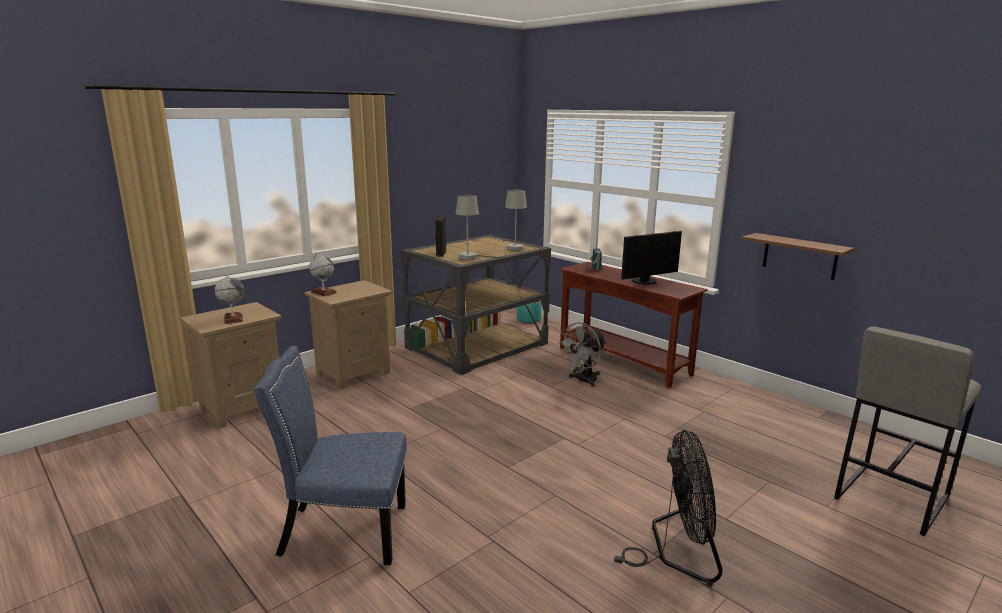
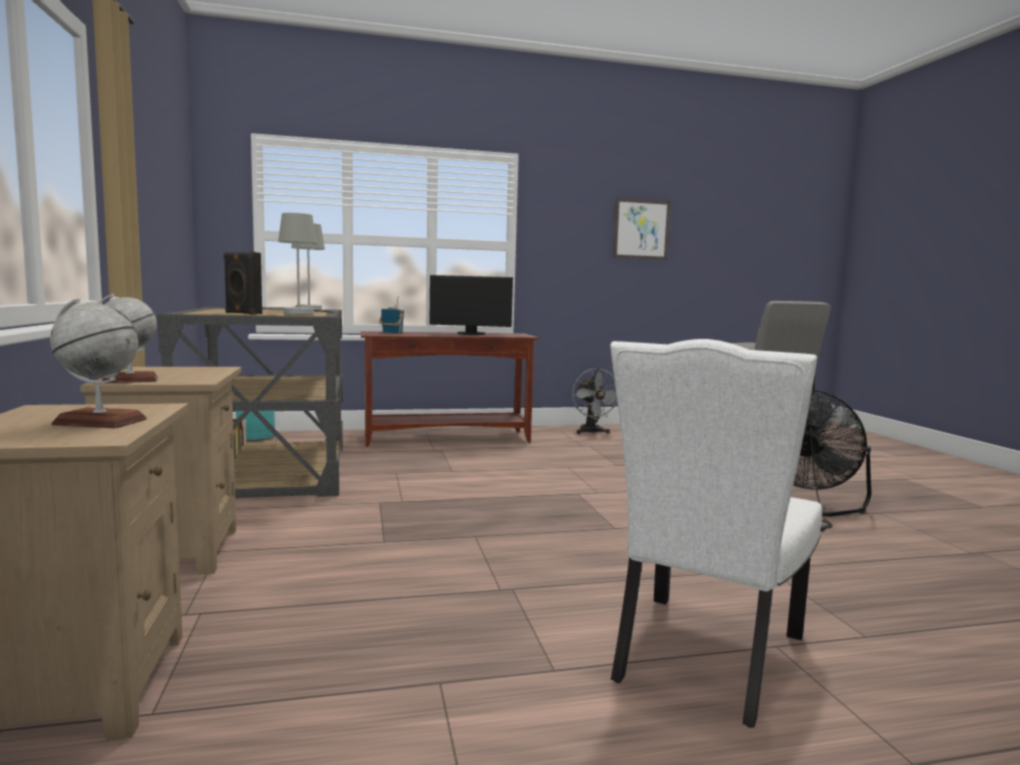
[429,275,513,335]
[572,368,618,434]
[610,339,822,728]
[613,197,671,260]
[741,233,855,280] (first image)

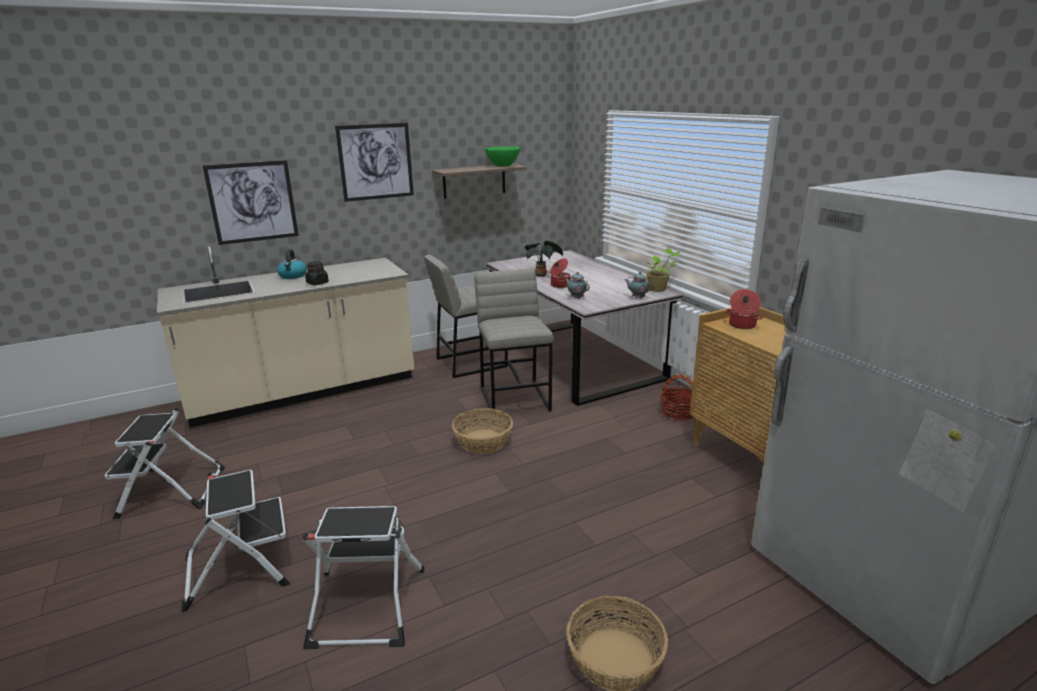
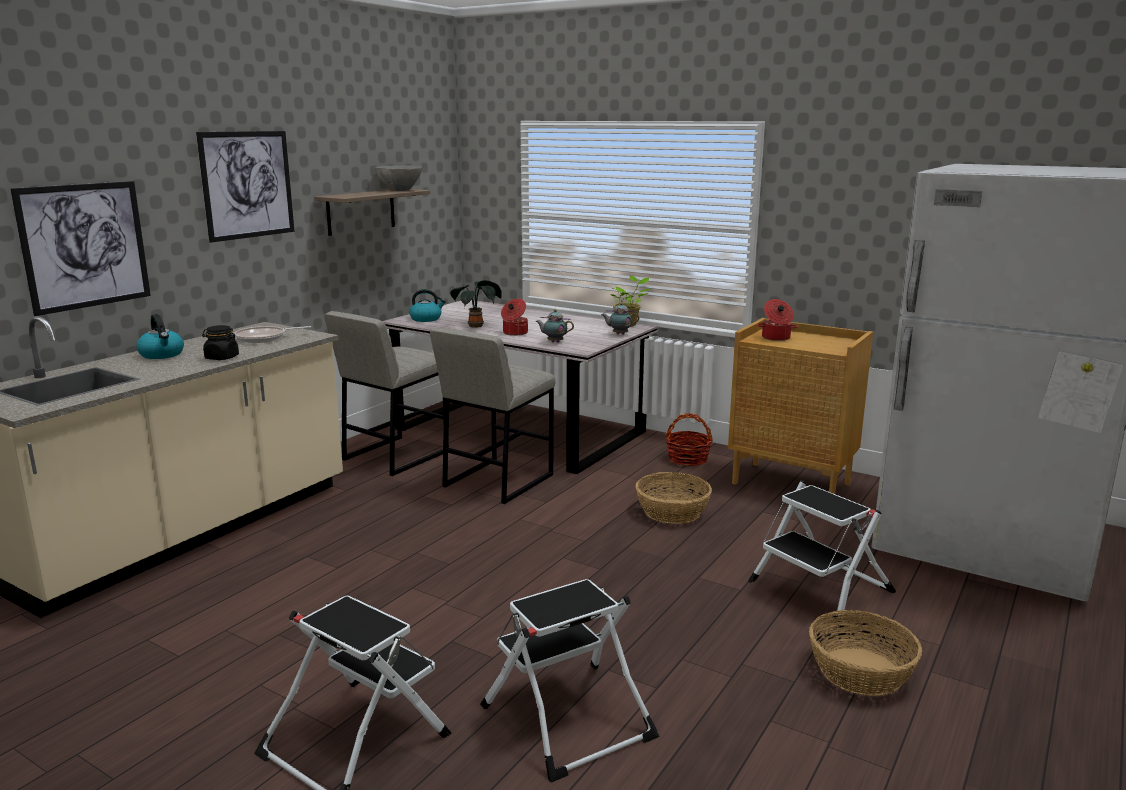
[234,326,312,343]
[375,166,422,191]
[409,289,446,322]
[430,327,555,504]
[636,472,712,524]
[748,480,896,626]

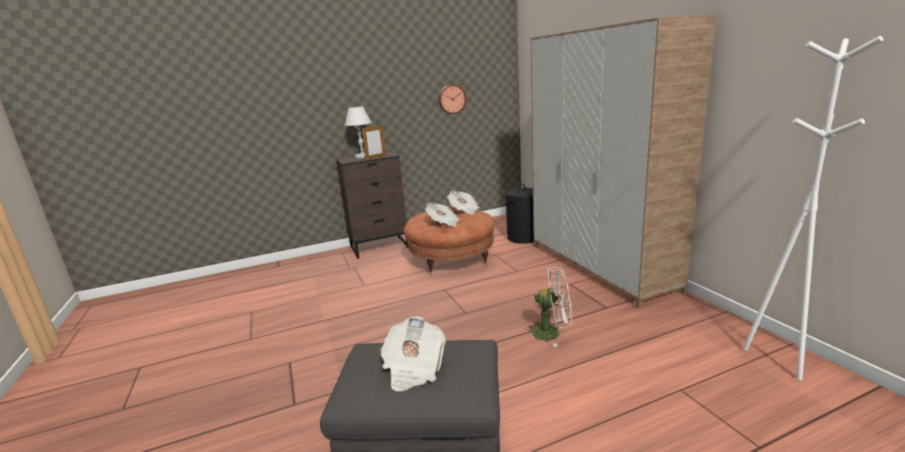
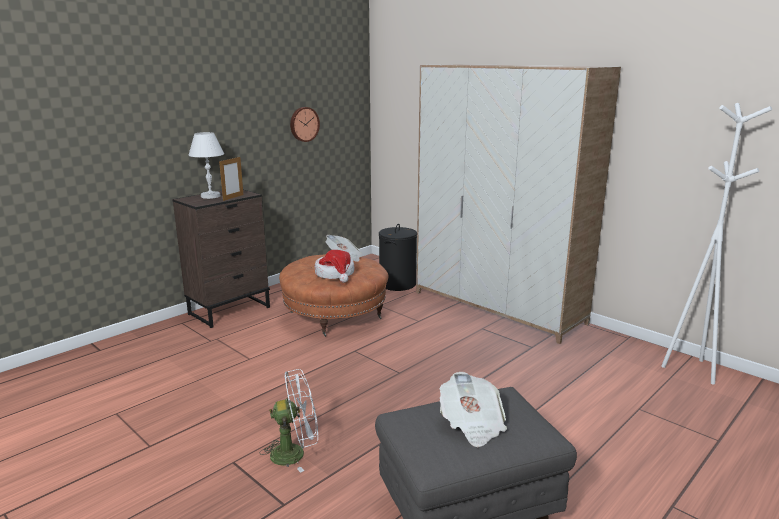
[260,369,318,473]
[315,250,355,283]

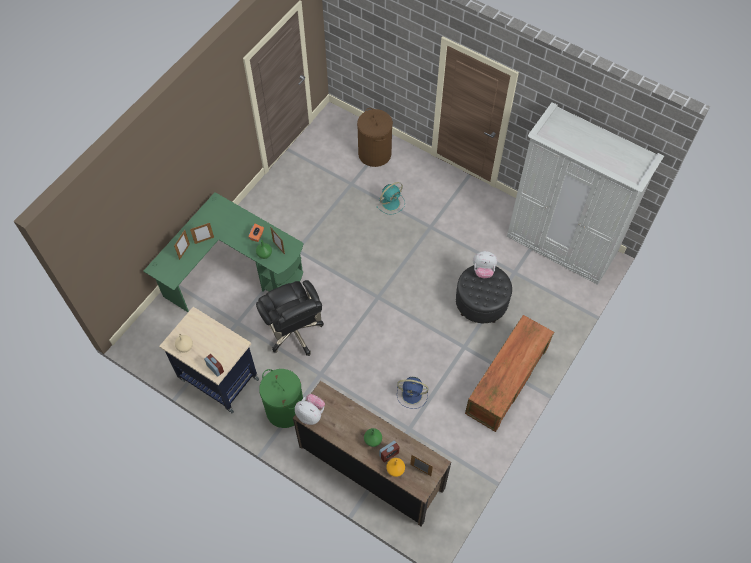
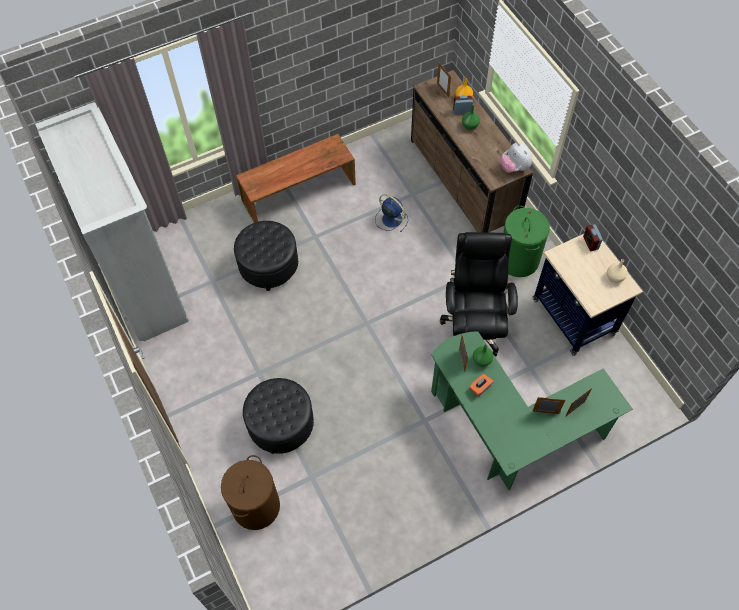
[243,378,314,454]
[473,251,497,278] (first image)

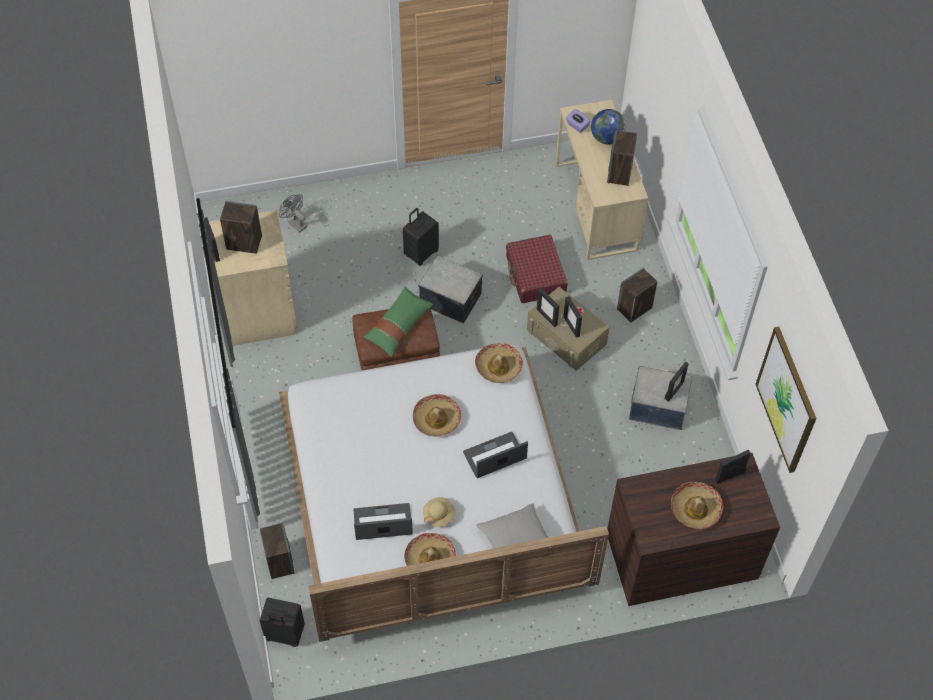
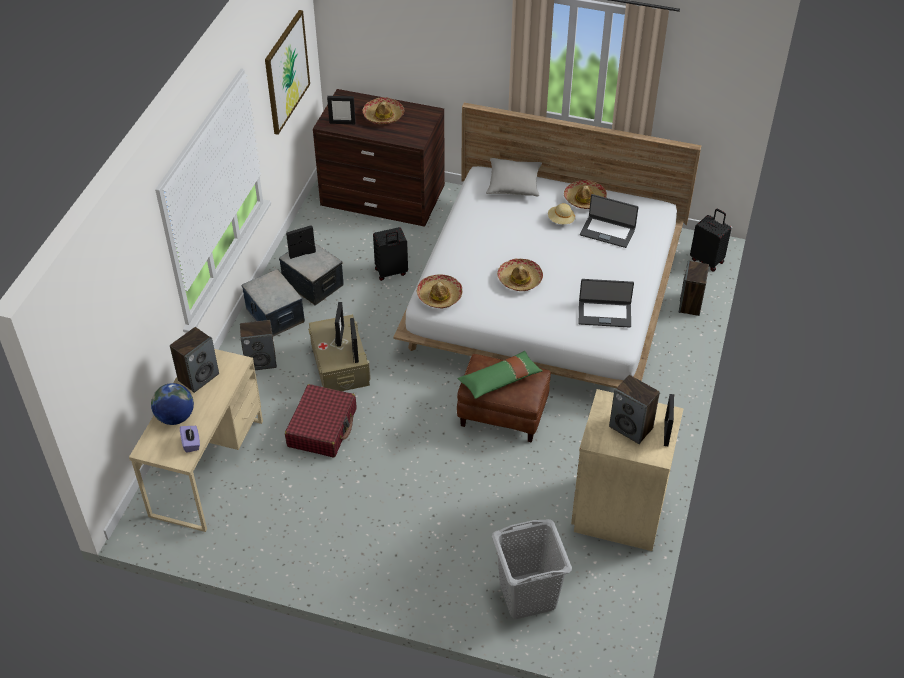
[241,269,305,337]
[373,227,408,281]
[492,519,572,619]
[579,279,634,328]

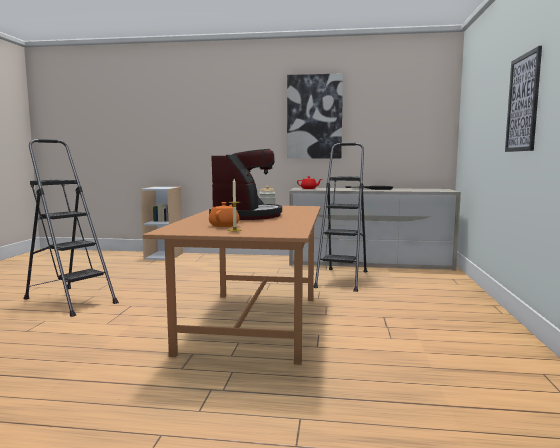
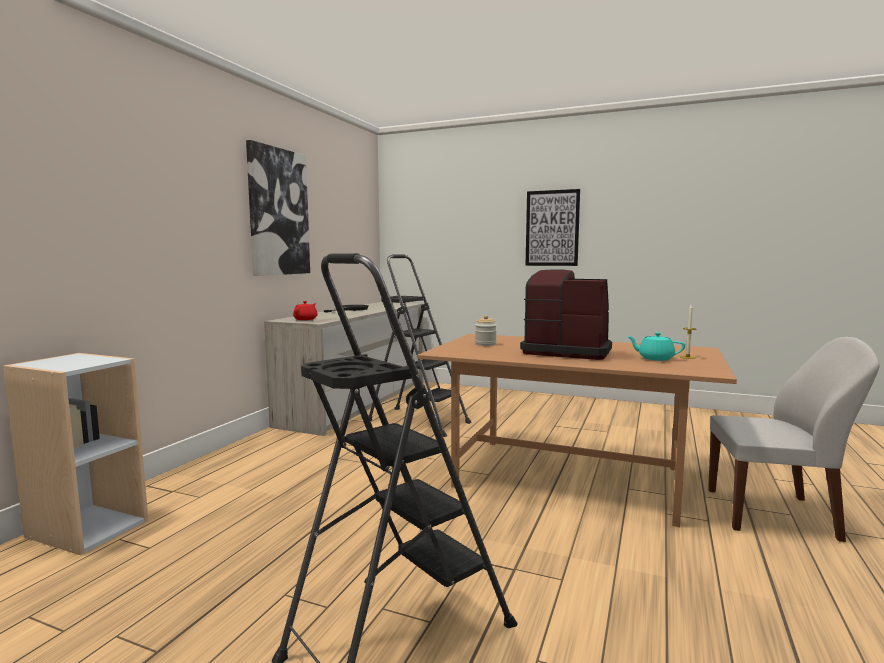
[627,332,685,361]
[708,337,880,542]

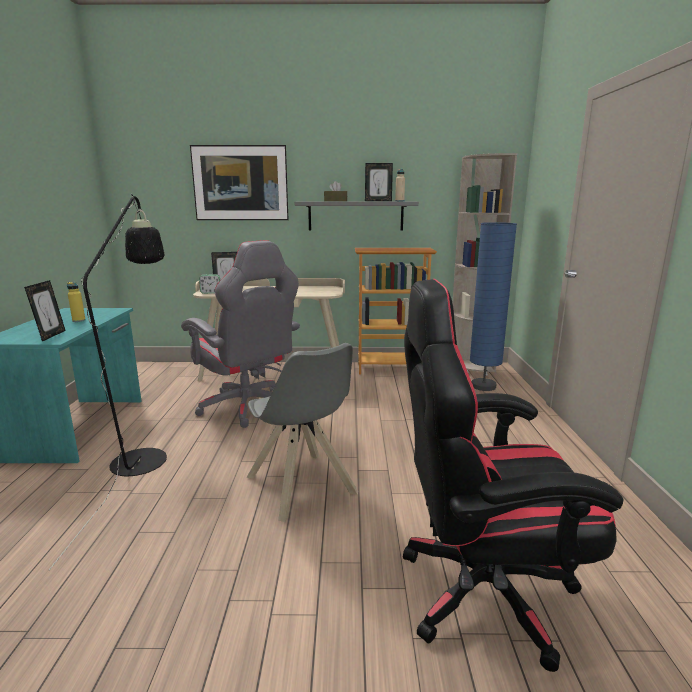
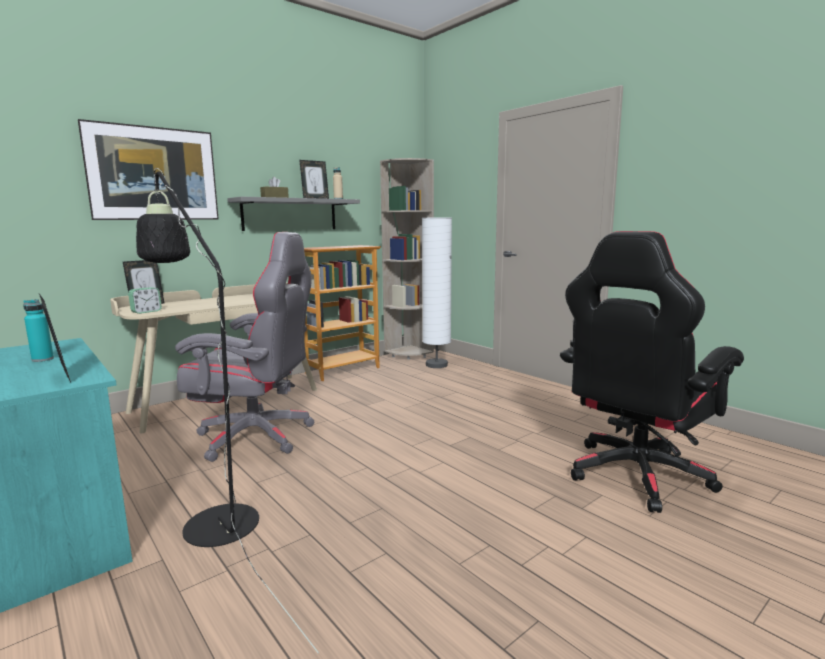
[23,299,54,362]
[422,217,452,368]
[246,343,358,522] (first image)

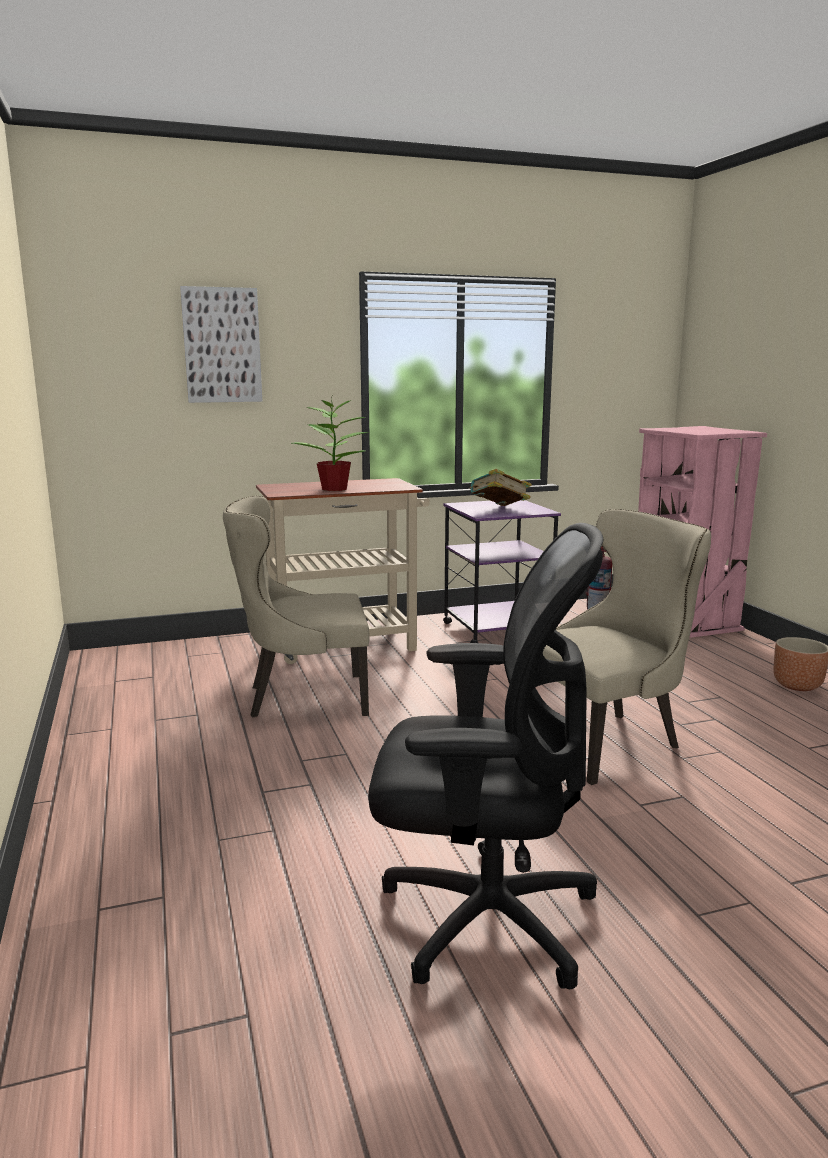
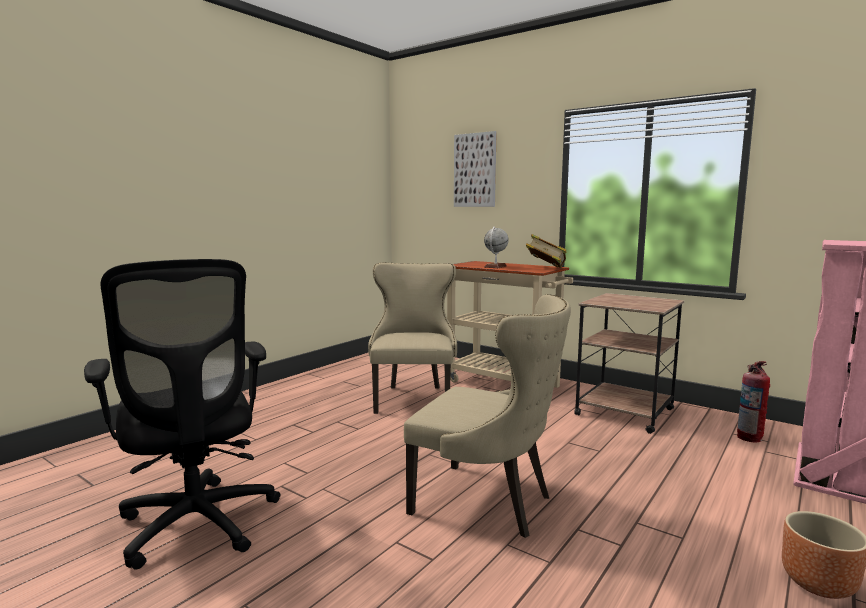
[368,263,457,414]
[484,227,509,268]
[526,234,566,268]
[574,293,684,434]

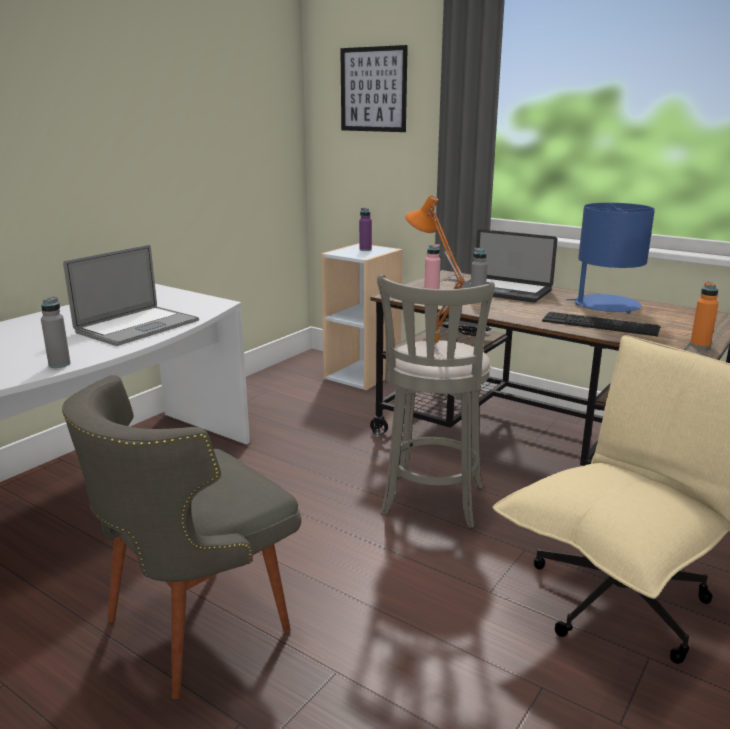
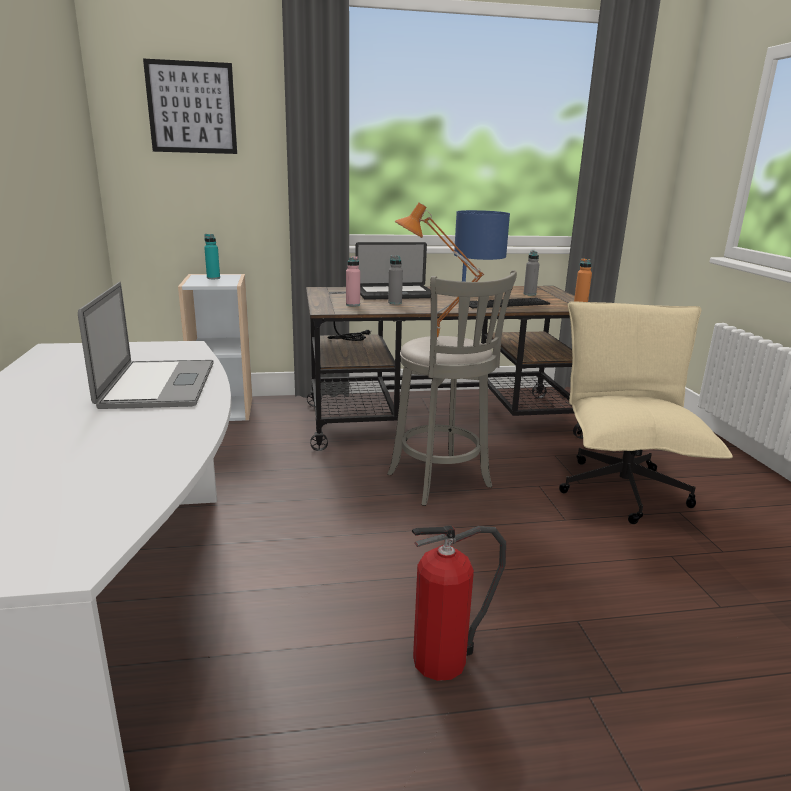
[204,234,220,279]
[412,526,506,681]
[523,250,539,296]

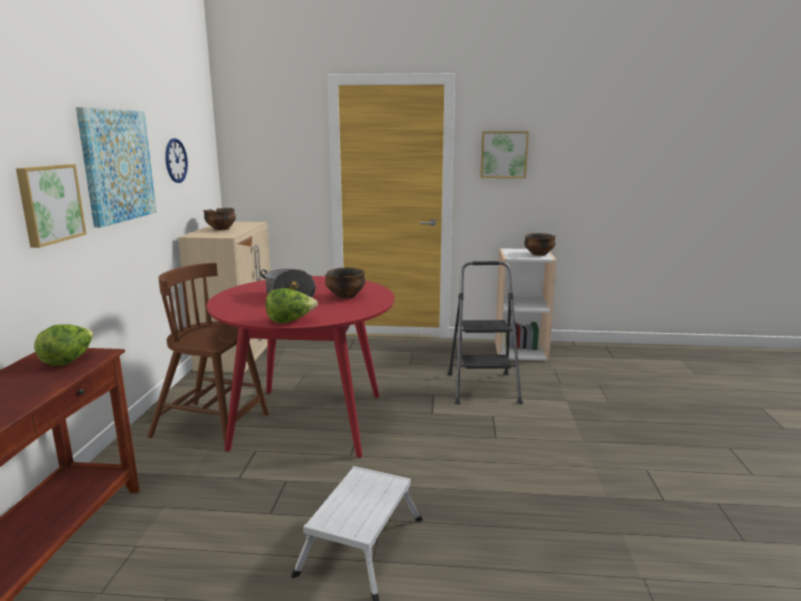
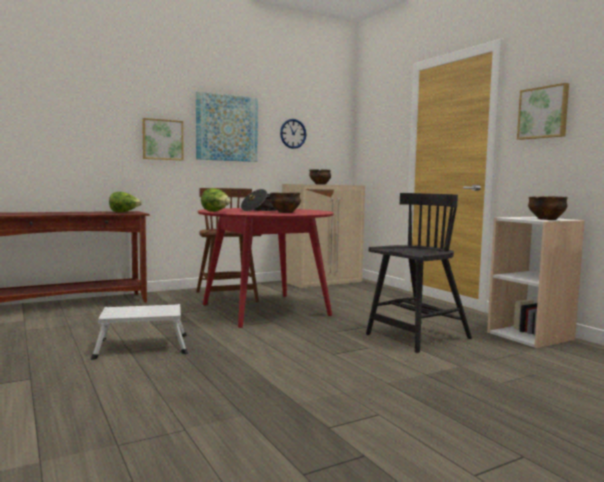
[366,193,472,353]

